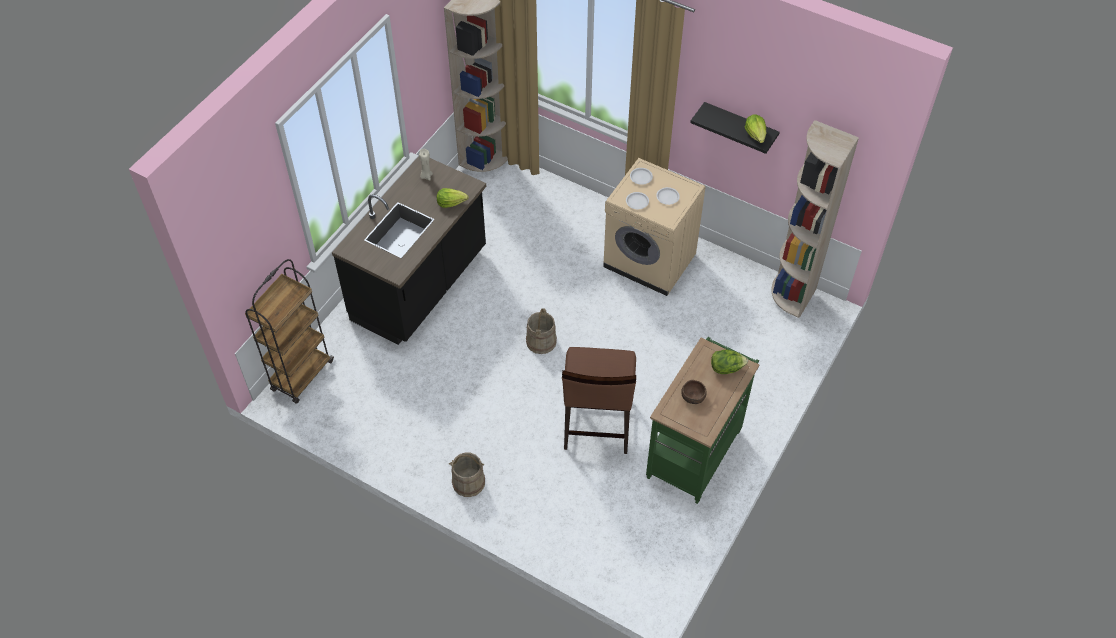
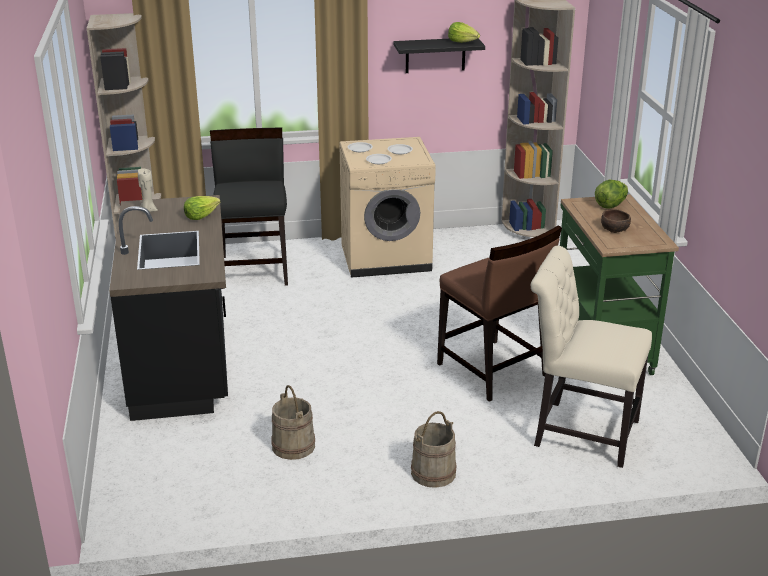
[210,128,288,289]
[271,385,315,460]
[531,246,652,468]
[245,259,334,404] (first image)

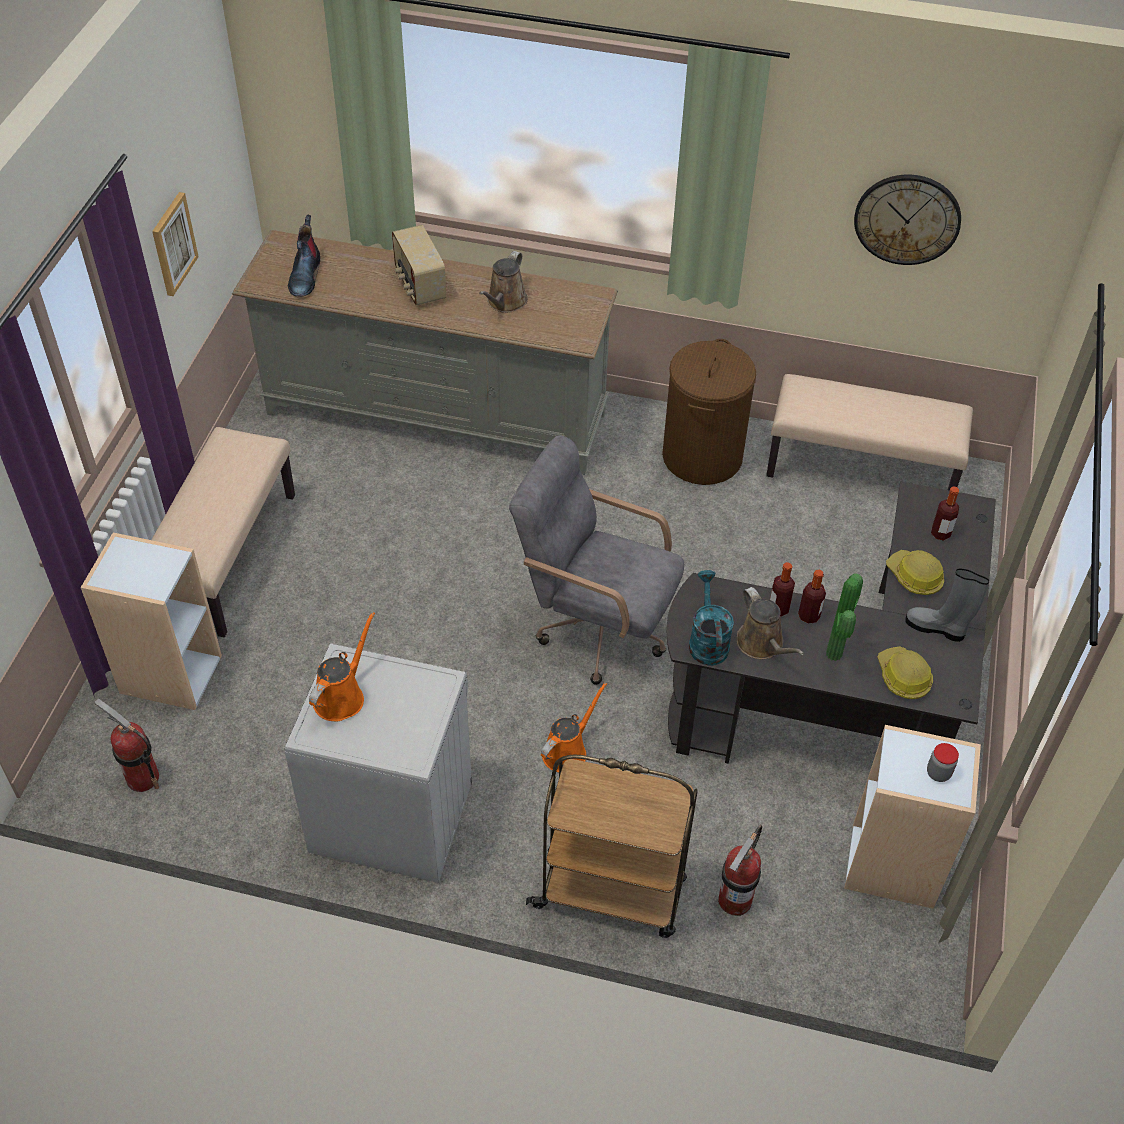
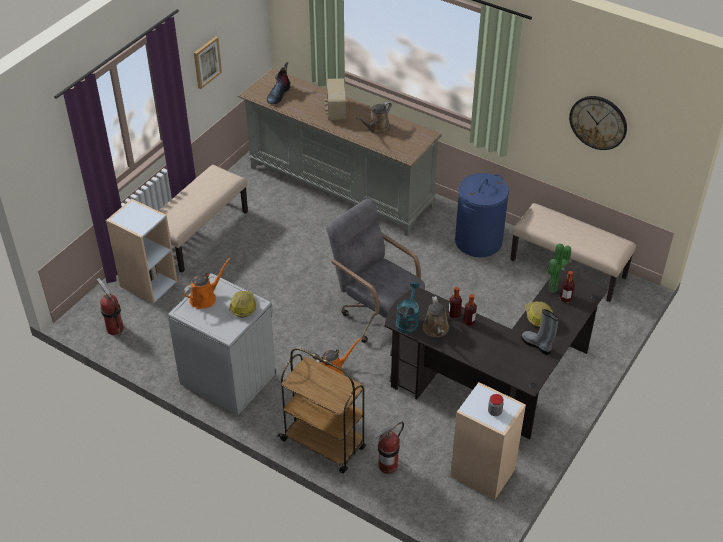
[229,291,256,318]
[455,173,509,257]
[548,244,571,293]

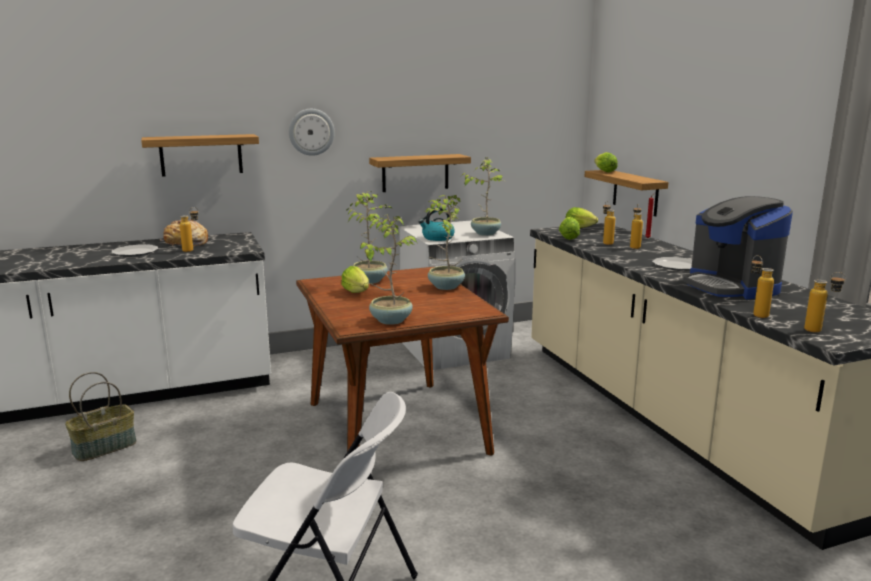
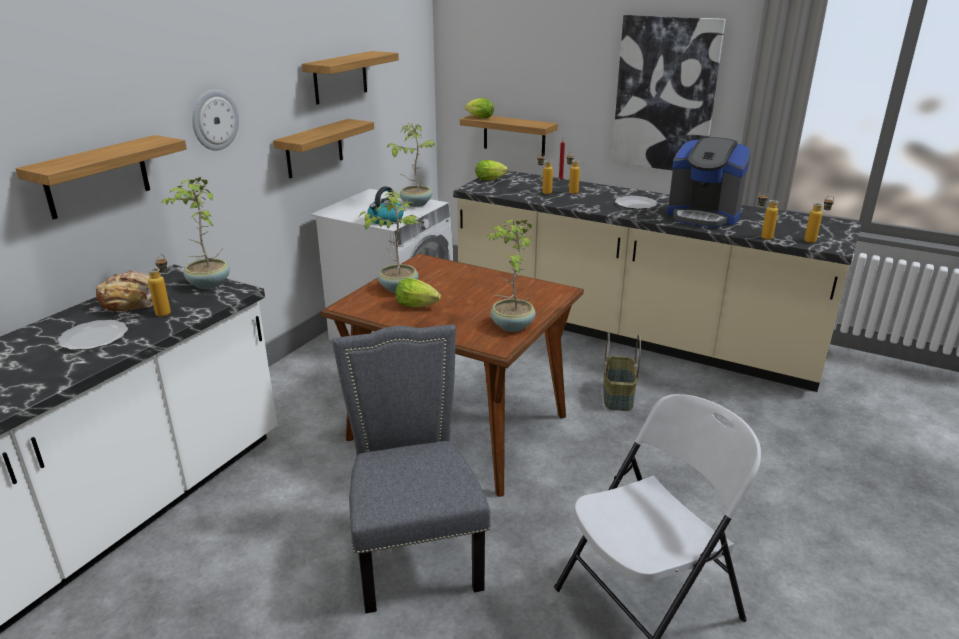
[161,177,230,289]
[302,51,399,105]
[332,324,490,613]
[603,332,641,411]
[611,15,726,171]
[559,217,580,240] (first image)

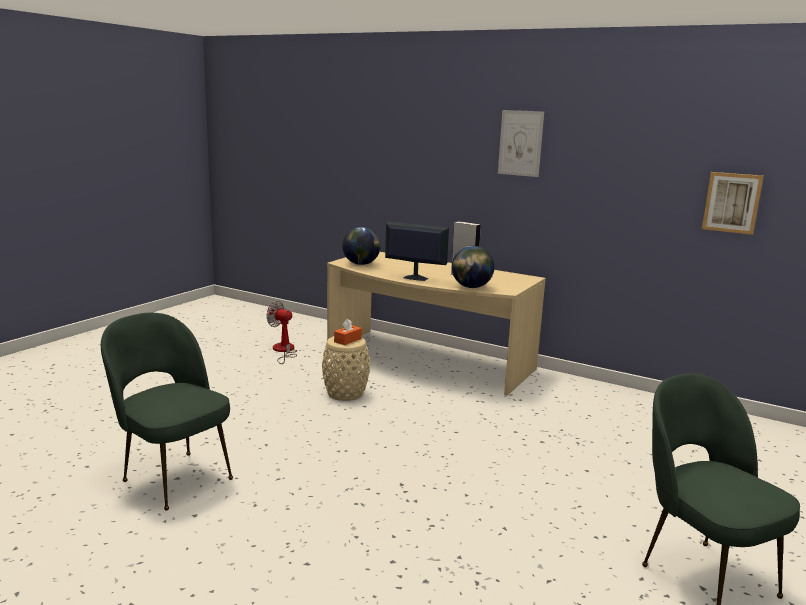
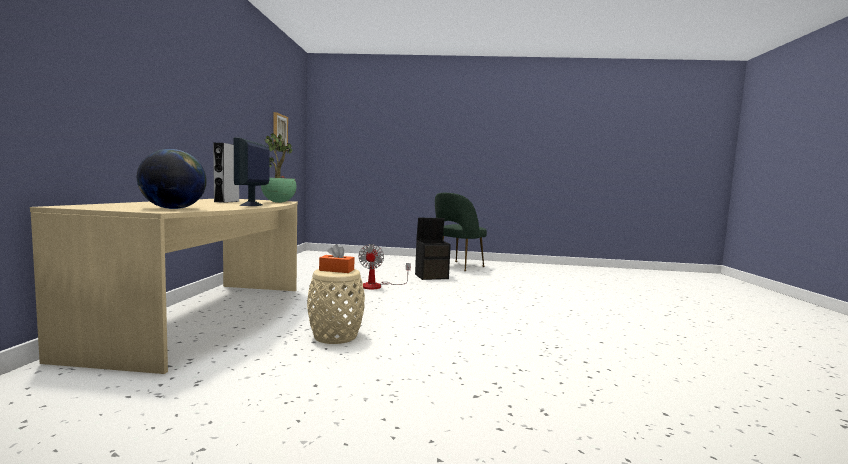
[261,133,297,203]
[358,244,411,289]
[415,218,451,280]
[101,313,233,511] (first image)
[498,110,544,177] (first image)

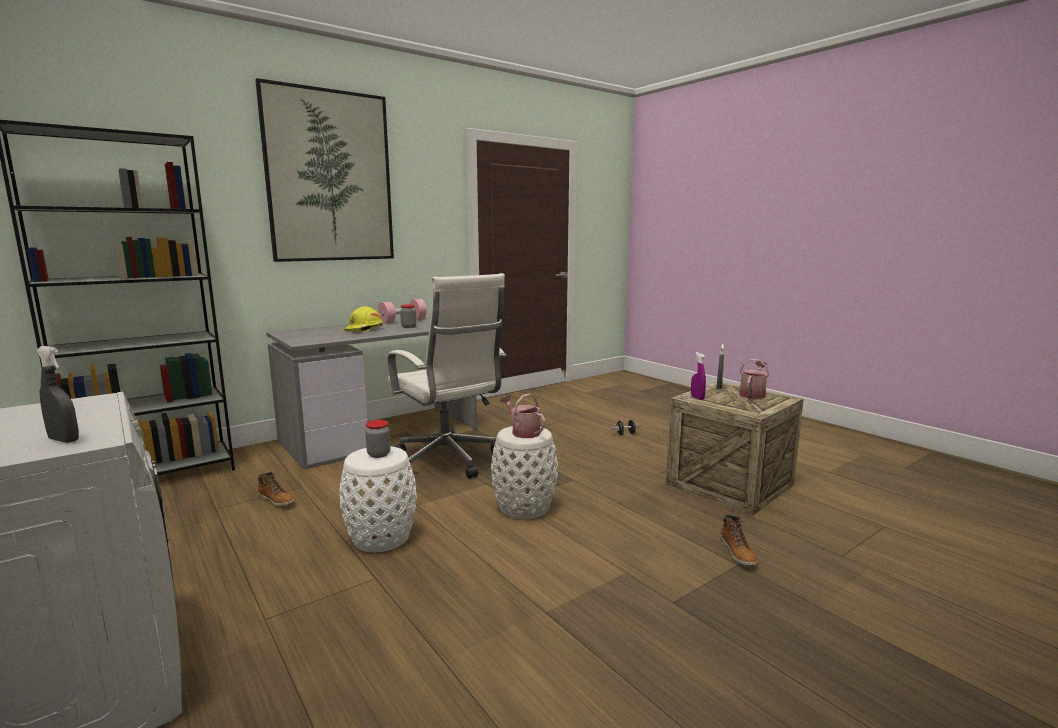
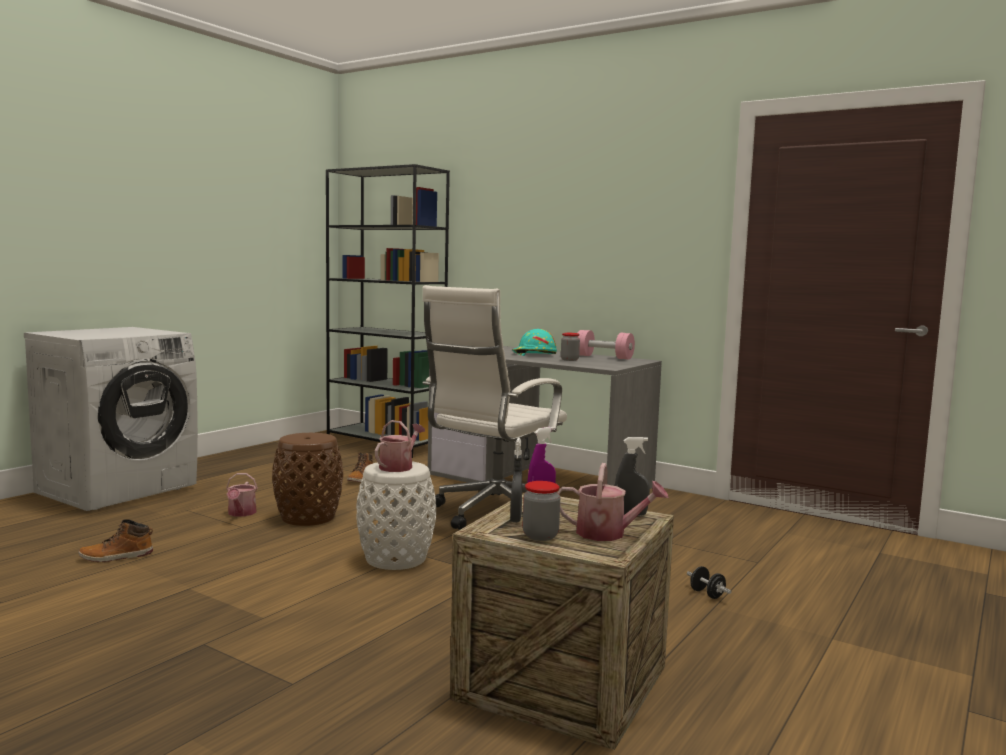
[78,519,153,562]
[226,473,258,516]
[272,433,343,526]
[510,438,522,522]
[512,329,557,356]
[523,481,560,541]
[255,78,394,262] (first image)

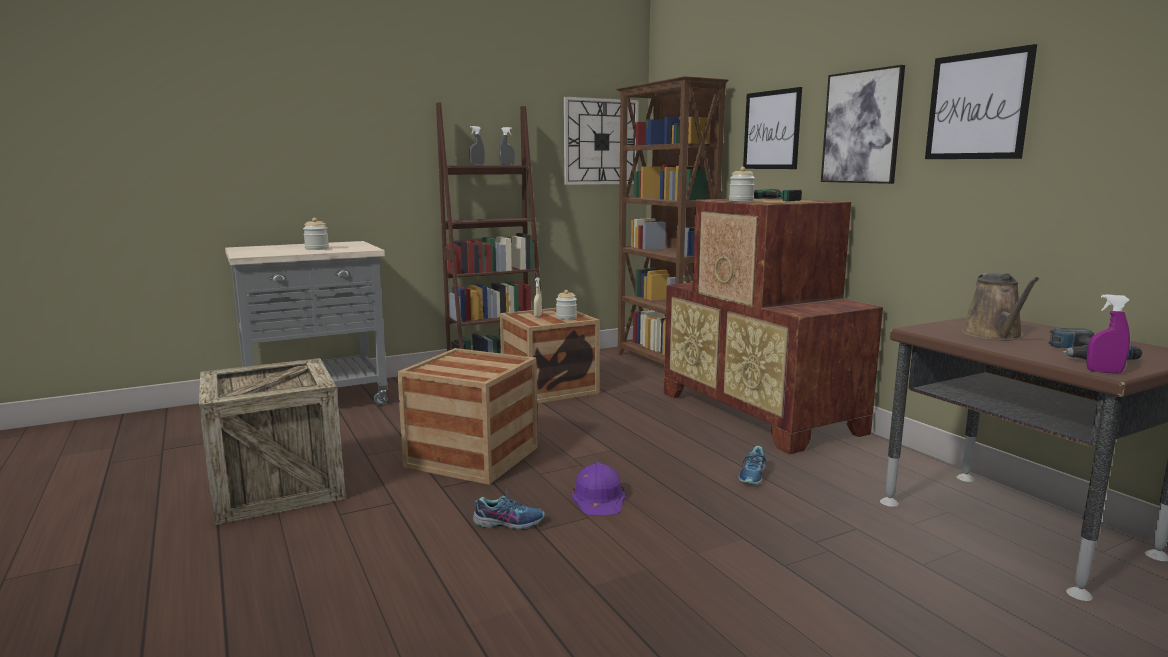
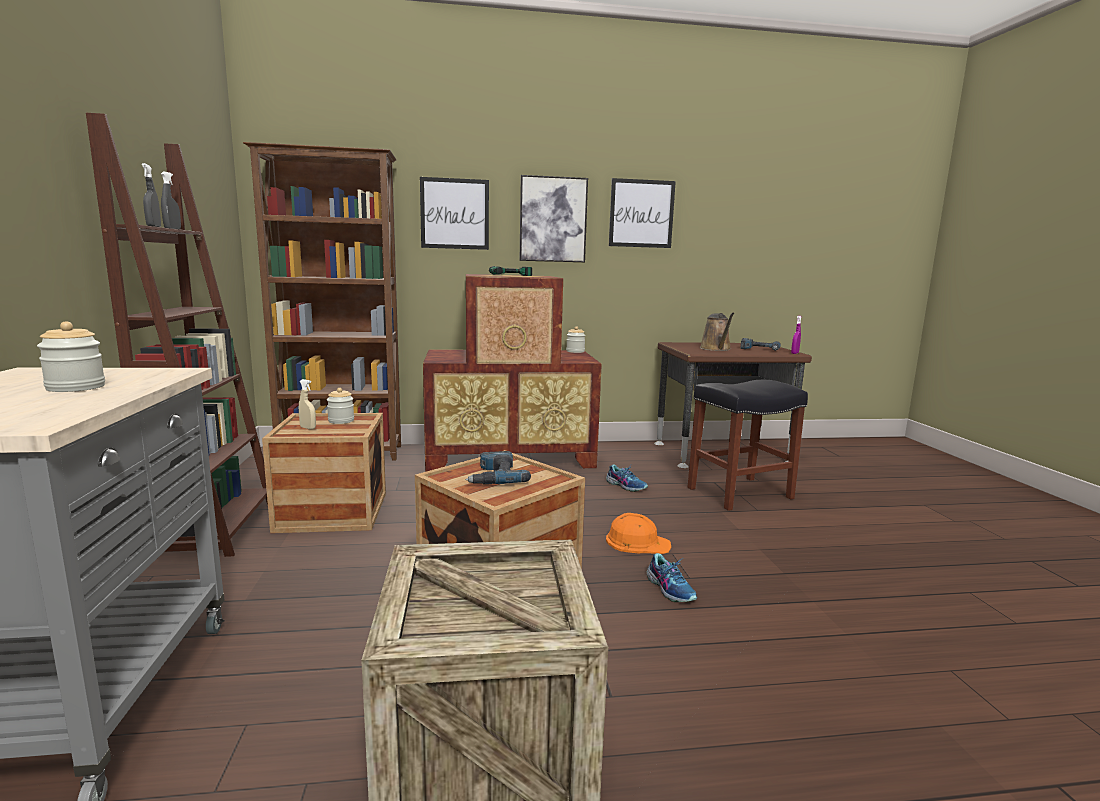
[466,451,531,485]
[566,326,585,353]
[606,513,671,554]
[647,553,697,602]
[687,379,808,511]
[700,313,734,351]
[564,97,639,185] (first image)

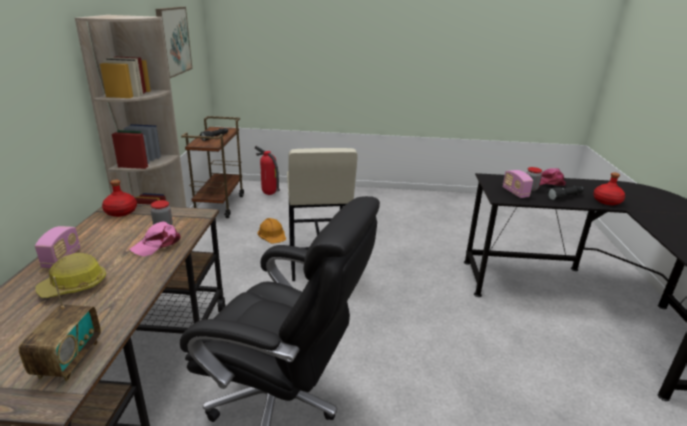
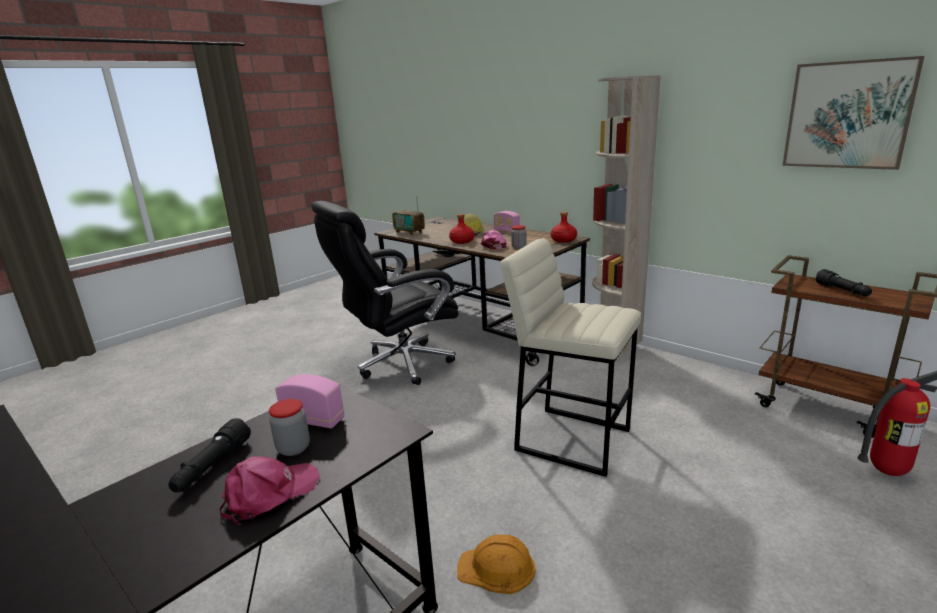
[449,214,475,244]
[457,535,536,594]

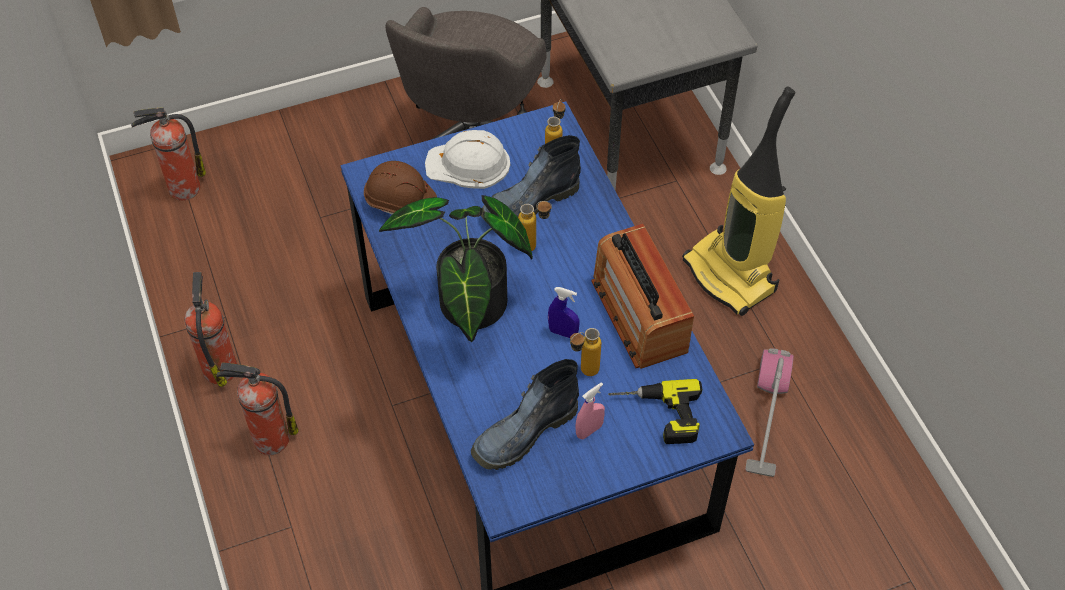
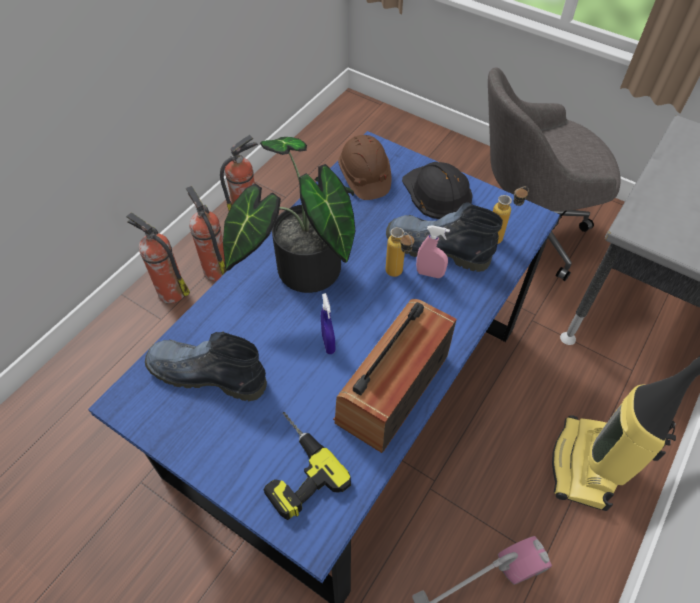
[126,212,190,304]
[402,162,473,219]
[416,225,450,278]
[570,328,601,376] (first image)

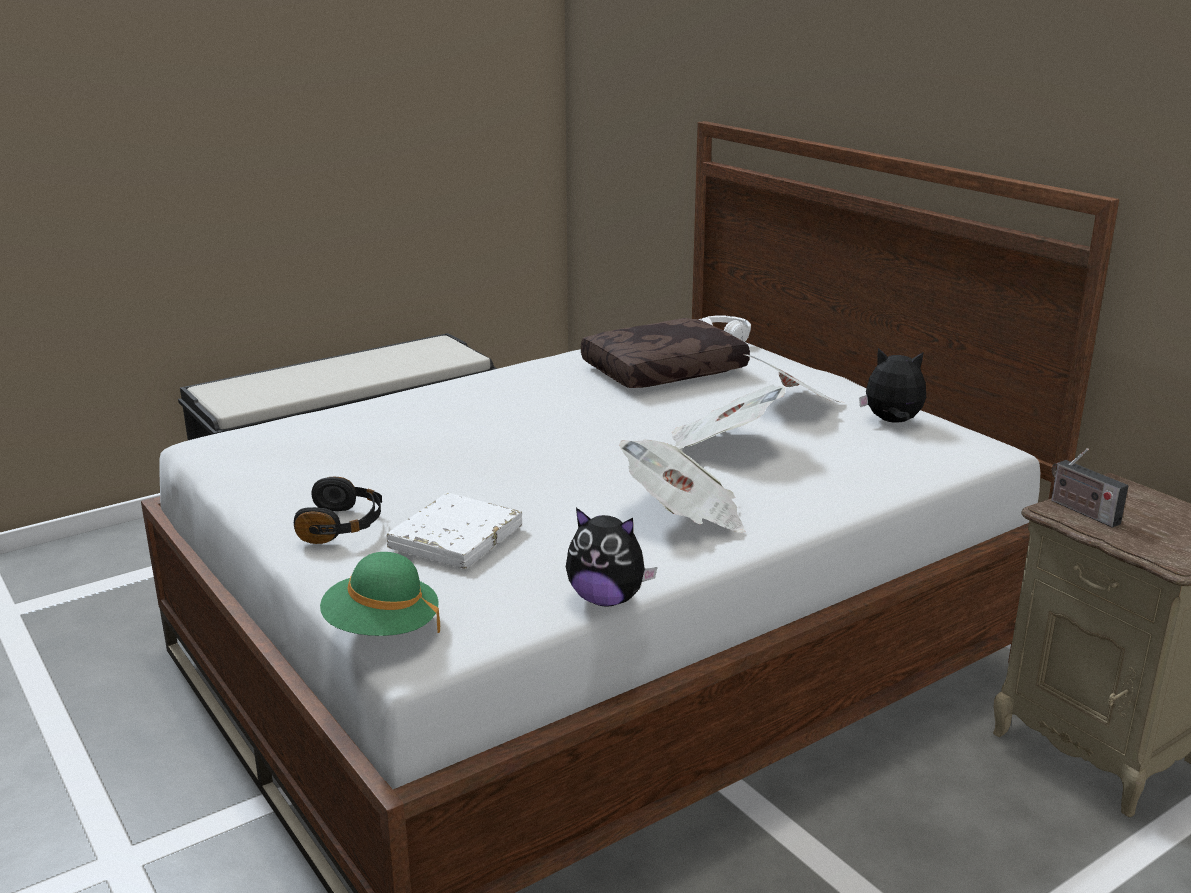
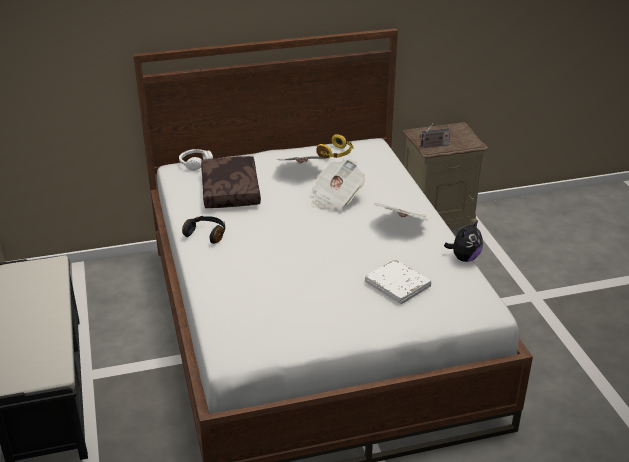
[182,216,225,244]
[316,134,353,159]
[320,552,440,636] (first image)

